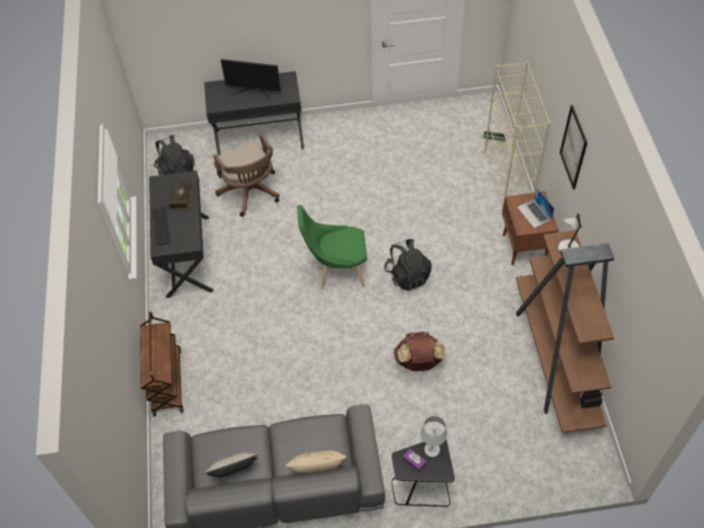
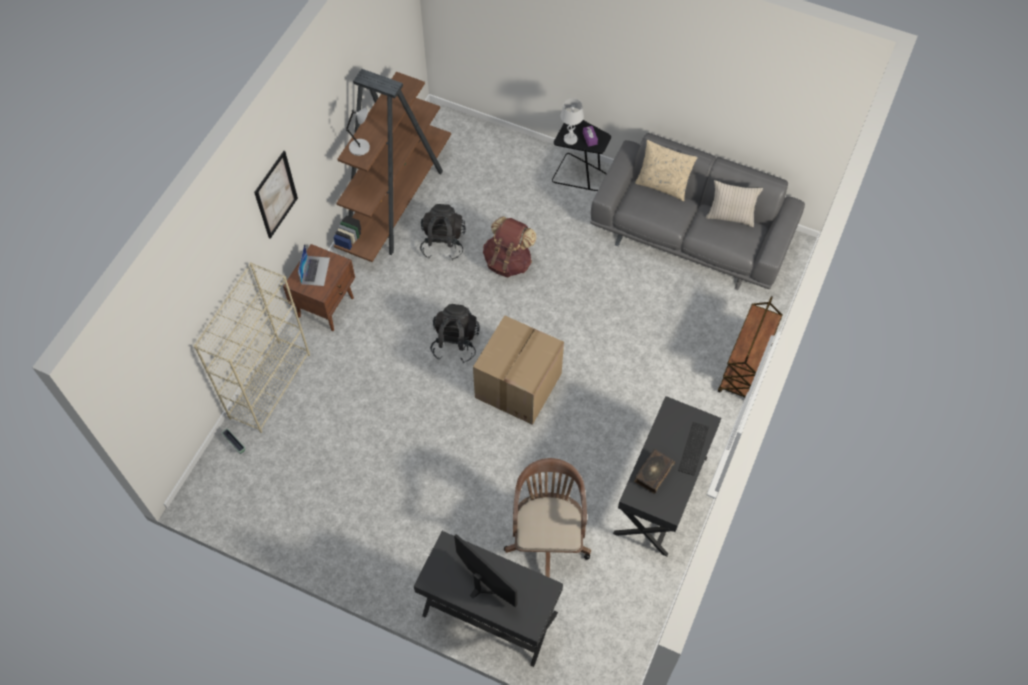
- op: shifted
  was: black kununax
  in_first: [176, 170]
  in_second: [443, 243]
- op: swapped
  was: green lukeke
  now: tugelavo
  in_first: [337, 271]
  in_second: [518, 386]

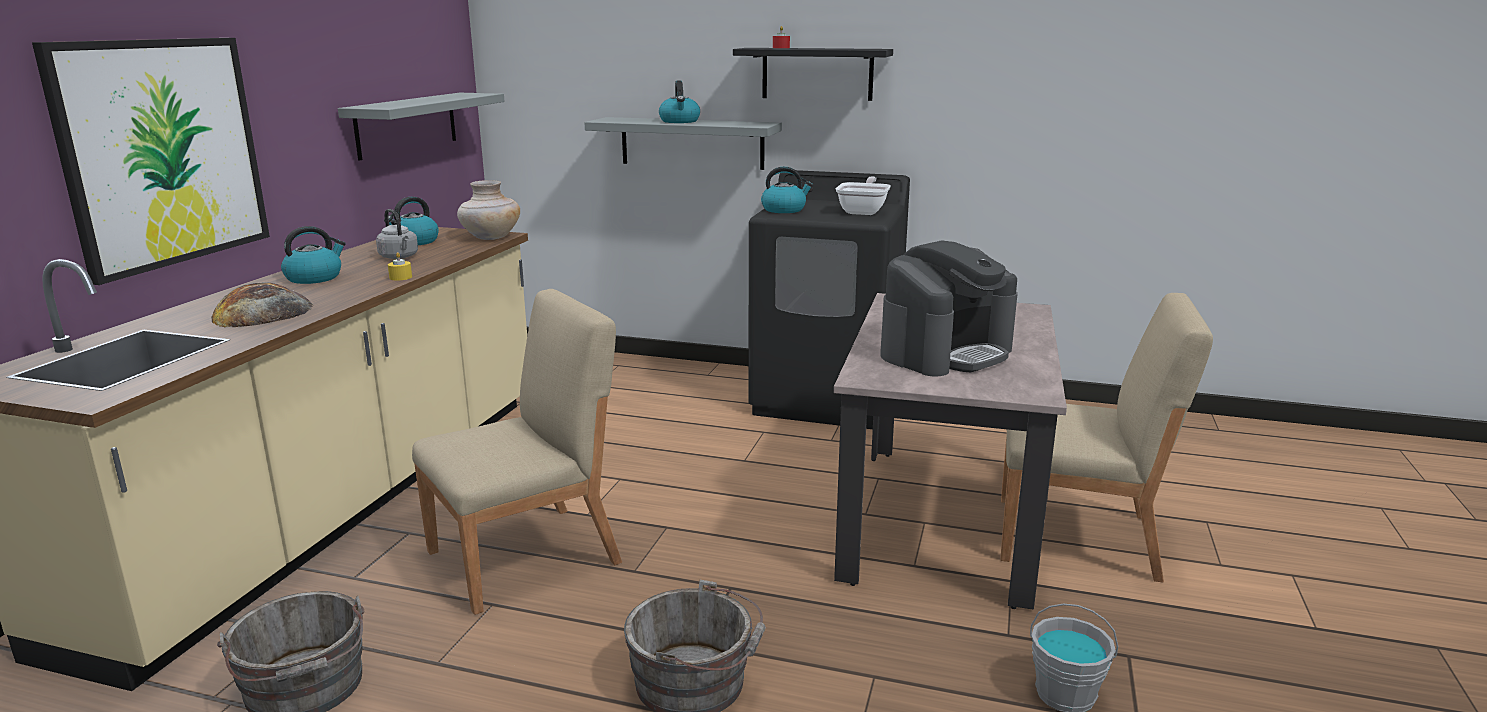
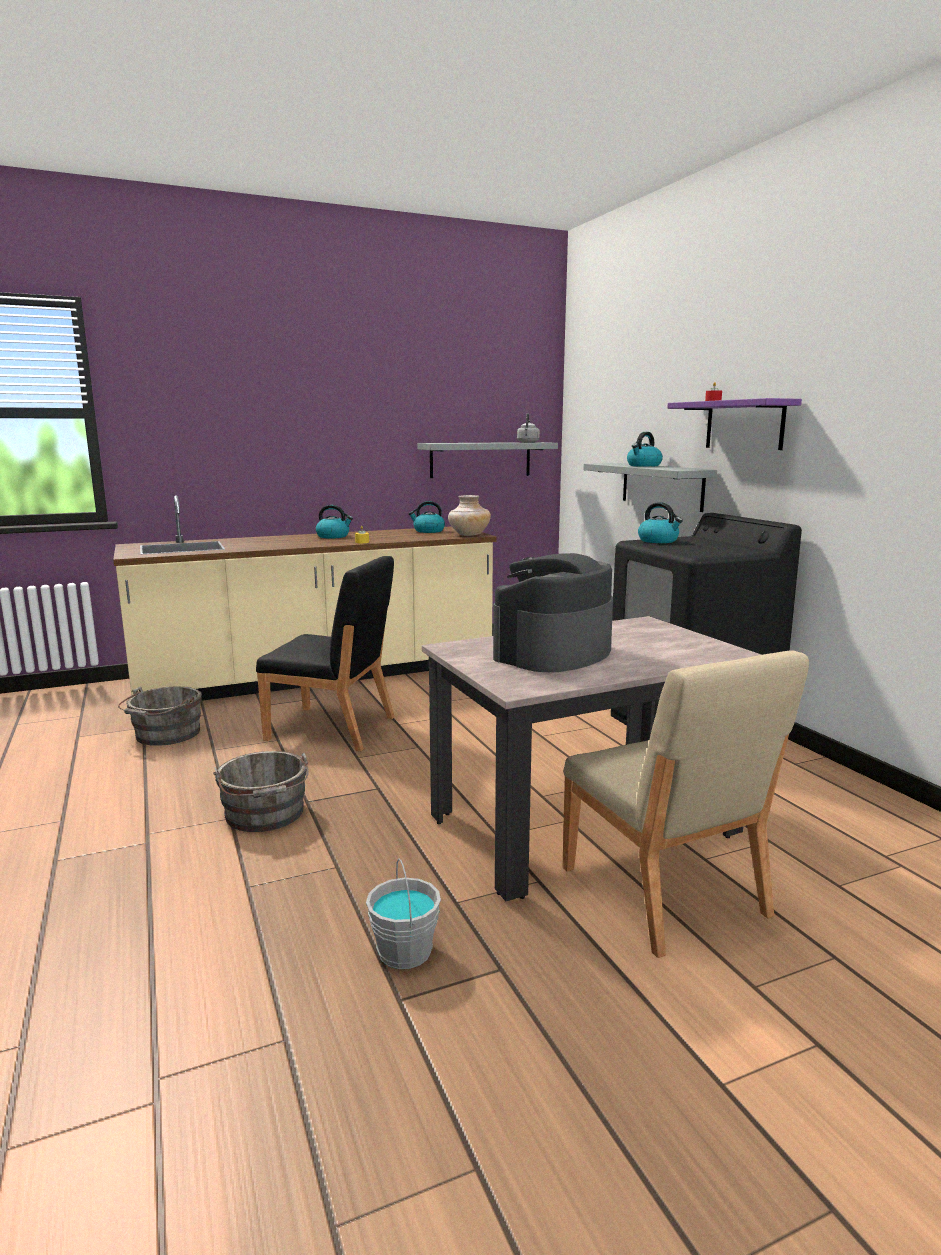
- op: gone
  was: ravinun
  in_first: [163, 153]
- op: repainted
  was: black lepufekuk
  now: purple lepufekuk
  in_first: [817, 74]
  in_second: [744, 425]
- op: gone
  was: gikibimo
  in_first: [864, 211]
- op: shifted
  was: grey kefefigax
  in_first: [399, 257]
  in_second: [528, 442]
- op: rotated
  was: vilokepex
  in_first: [946, 352]
  in_second: [553, 653]
  clockwise: 120
- op: gone
  was: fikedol
  in_first: [263, 313]
- op: repainted
  was: beige lukeke
  now: black lukeke
  in_first: [527, 556]
  in_second: [332, 729]

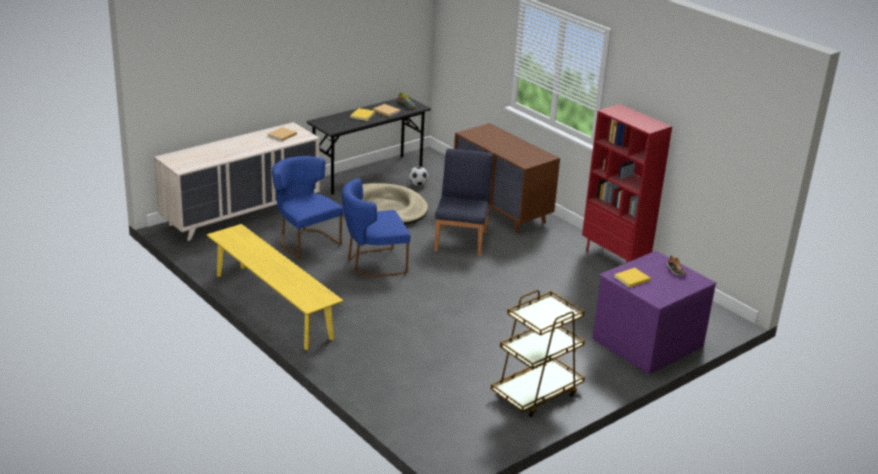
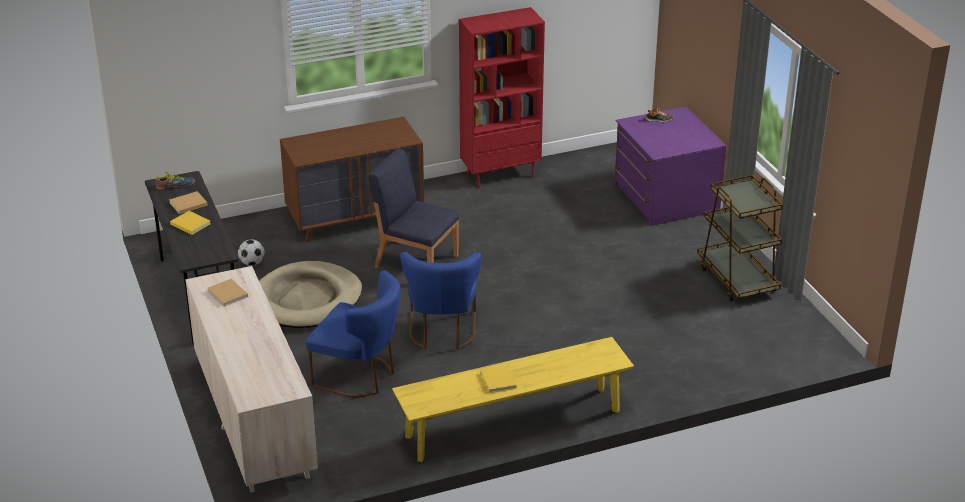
- op: rotated
  was: blue lukeke
  in_first: [305, 241]
  in_second: [360, 376]
  clockwise: -135
- op: shifted
  was: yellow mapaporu
  in_first: [631, 279]
  in_second: [498, 381]

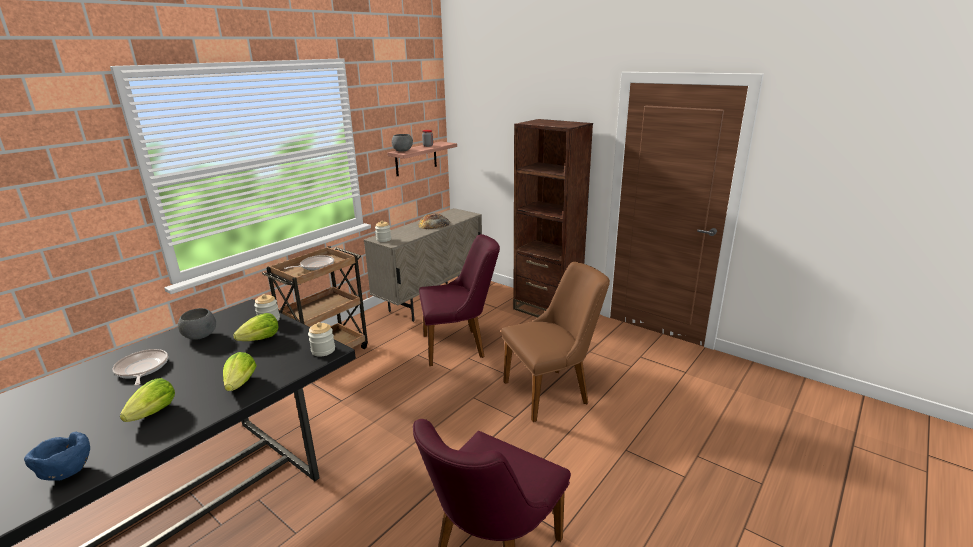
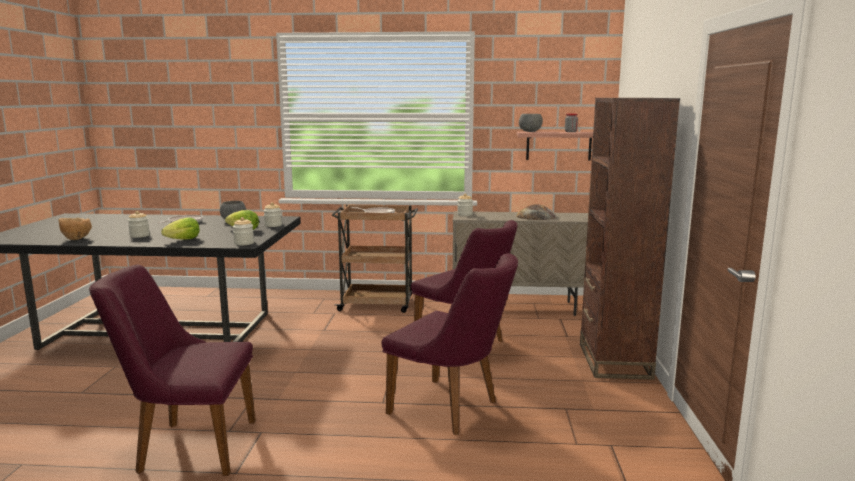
- op: repainted
  was: brown lukeke
  now: purple lukeke
  in_first: [553, 391]
  in_second: [452, 409]
- op: swapped
  was: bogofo
  now: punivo
  in_first: [154, 412]
  in_second: [139, 235]
- op: repainted
  was: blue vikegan
  now: brown vikegan
  in_first: [67, 473]
  in_second: [76, 239]

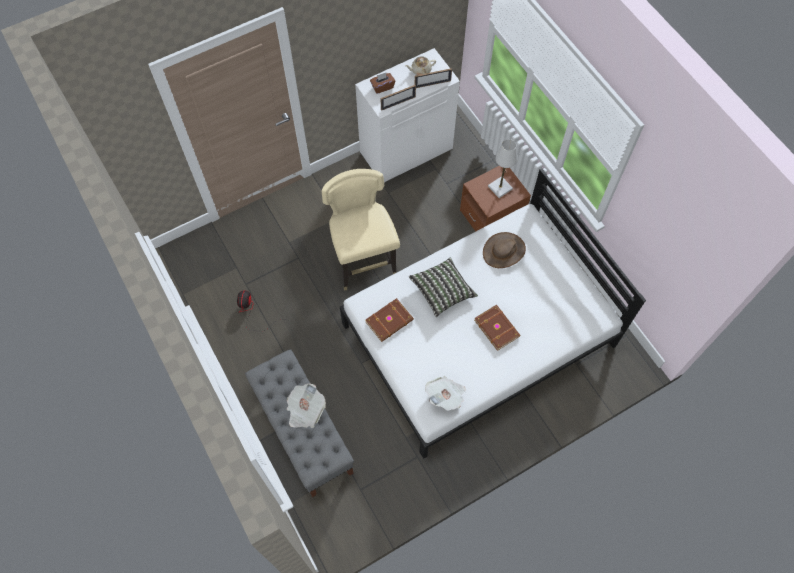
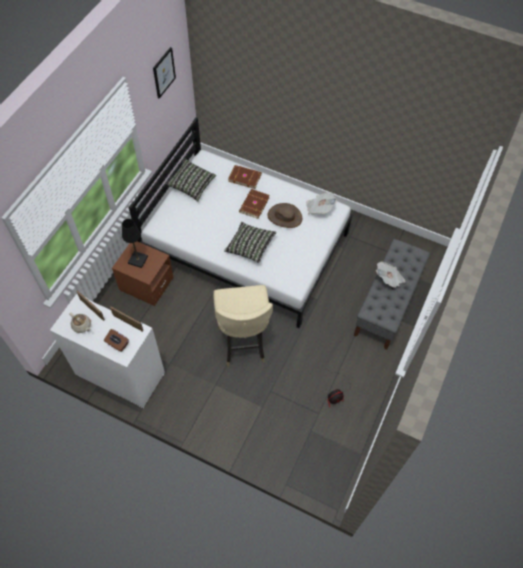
- op: repainted
  was: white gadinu
  now: black gadinu
  in_first: [500, 187]
  in_second: [138, 260]
- op: rotated
  was: beige lukeke
  in_first: [364, 263]
  in_second: [243, 343]
  clockwise: -45
- op: shifted
  was: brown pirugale
  in_first: [504, 251]
  in_second: [284, 217]
- op: shifted
  was: brown mapaporu
  in_first: [390, 321]
  in_second: [244, 177]
- op: new
  now: ravinun
  in_second: [164, 72]
- op: new
  now: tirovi
  in_second: [191, 185]

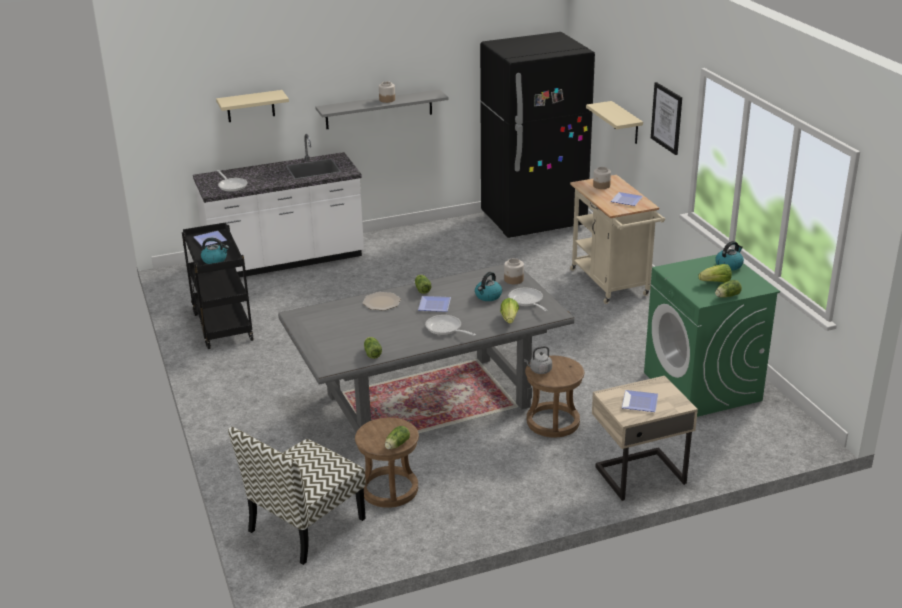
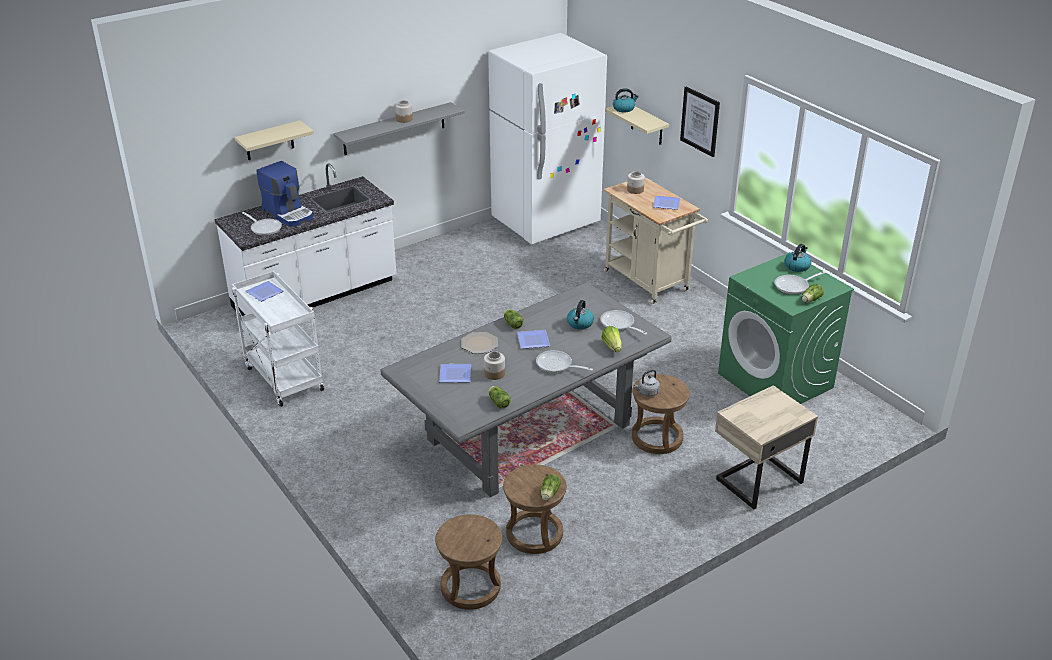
- op: repainted
  was: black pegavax
  now: white pegavax
  in_first: [533, 221]
  in_second: [546, 222]
- op: repainted
  was: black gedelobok
  now: white gedelobok
  in_first: [221, 326]
  in_second: [282, 378]
- op: shifted
  was: kefefigax
  in_first: [215, 260]
  in_second: [624, 108]
- op: shifted
  was: punivo
  in_first: [513, 280]
  in_second: [494, 374]
- op: swapped
  was: bogofo
  now: gikibimo
  in_first: [716, 282]
  in_second: [794, 286]
- op: shifted
  was: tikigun
  in_first: [641, 403]
  in_second: [456, 375]
- op: swapped
  was: lukeke
  now: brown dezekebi
  in_first: [305, 526]
  in_second: [470, 587]
- op: new
  now: vilokepex
  in_second: [289, 213]

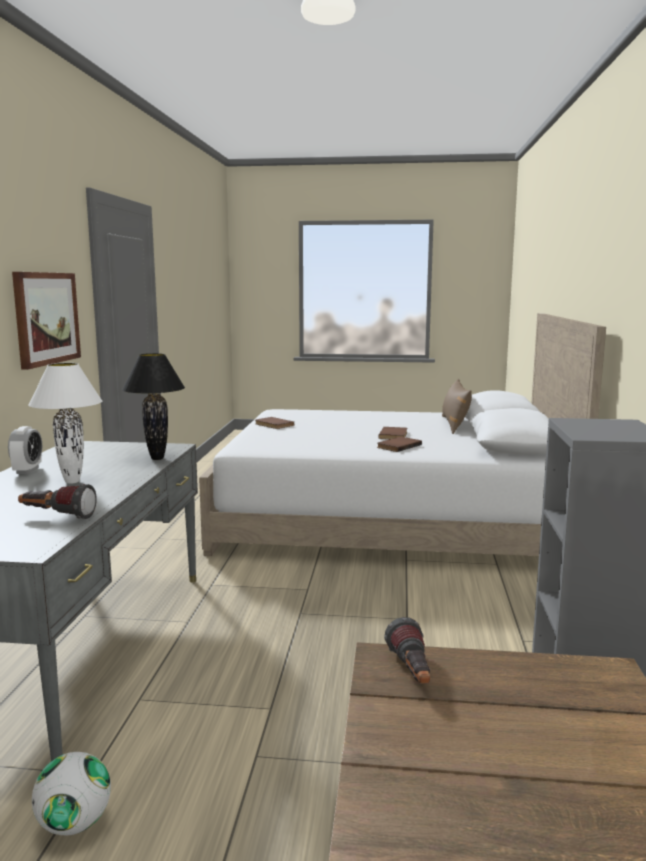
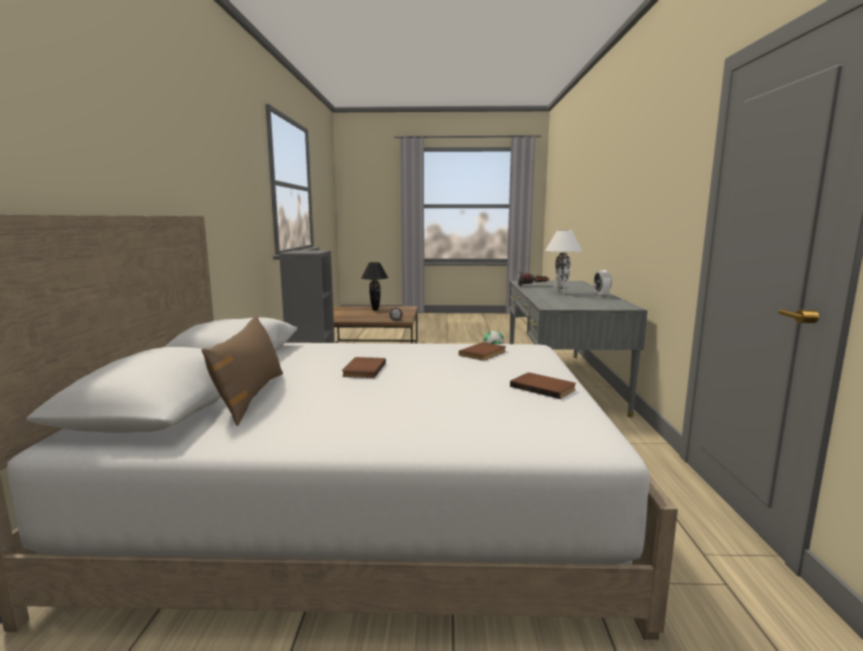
- op: gone
  was: ravinun
  in_first: [46, 318]
- op: shifted
  was: black gadinu
  in_first: [157, 458]
  in_second: [375, 309]
- op: shifted
  was: brown mapaporu
  in_first: [397, 446]
  in_second: [484, 353]

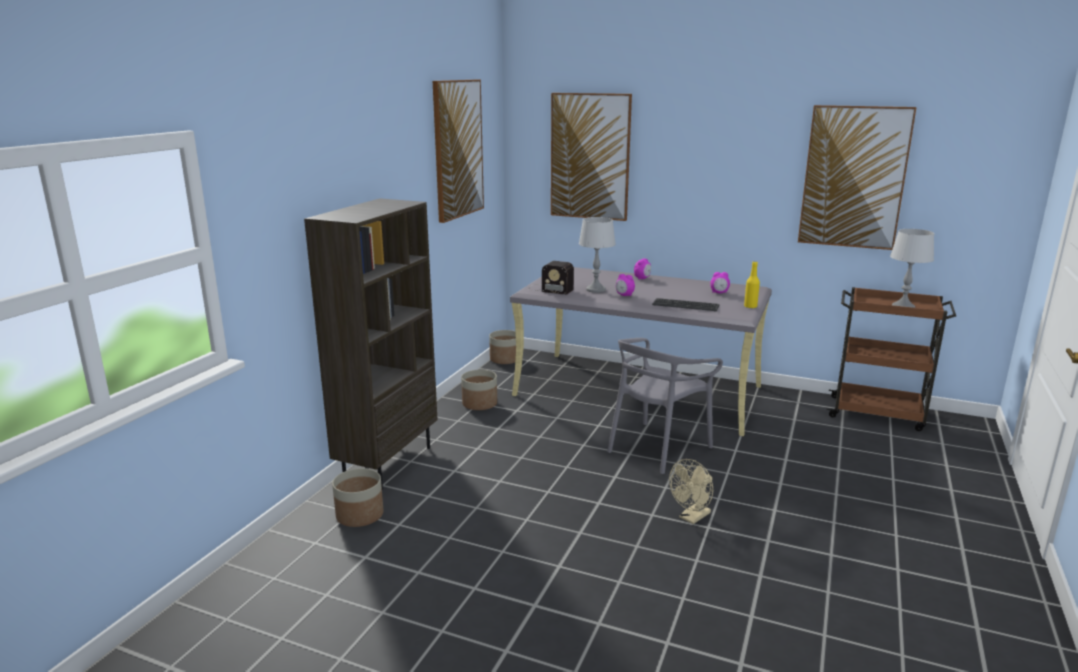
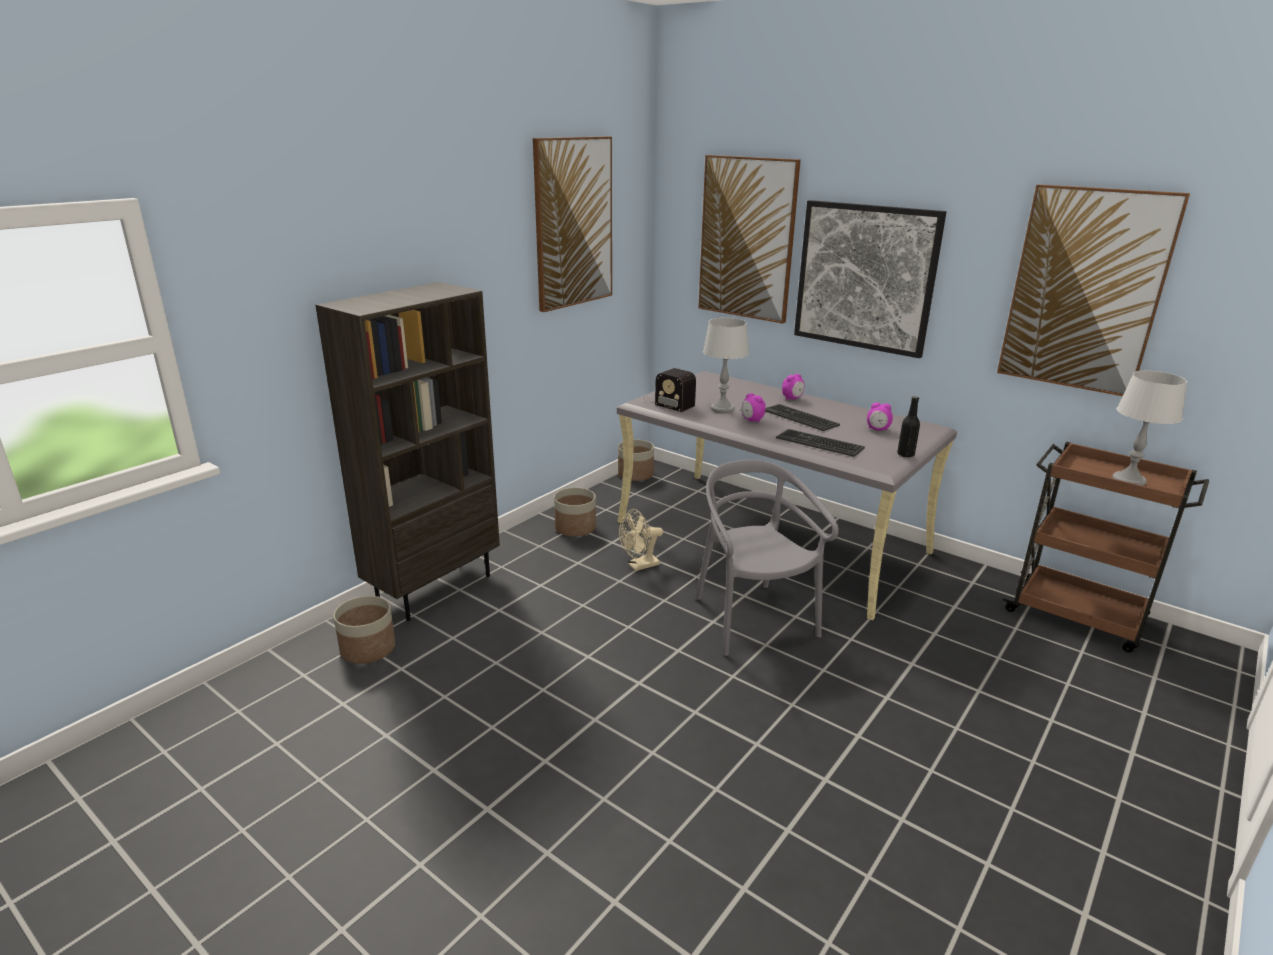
- op: repainted
  was: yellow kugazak
  now: black kugazak
  in_first: [750, 306]
  in_second: [905, 454]
- op: rotated
  was: grey lukeke
  in_first: [657, 448]
  in_second: [752, 619]
  clockwise: 105
- op: shifted
  was: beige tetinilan
  in_first: [692, 518]
  in_second: [639, 566]
- op: new
  now: ravinun
  in_second: [865, 277]
- op: new
  now: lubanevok
  in_second: [800, 418]

